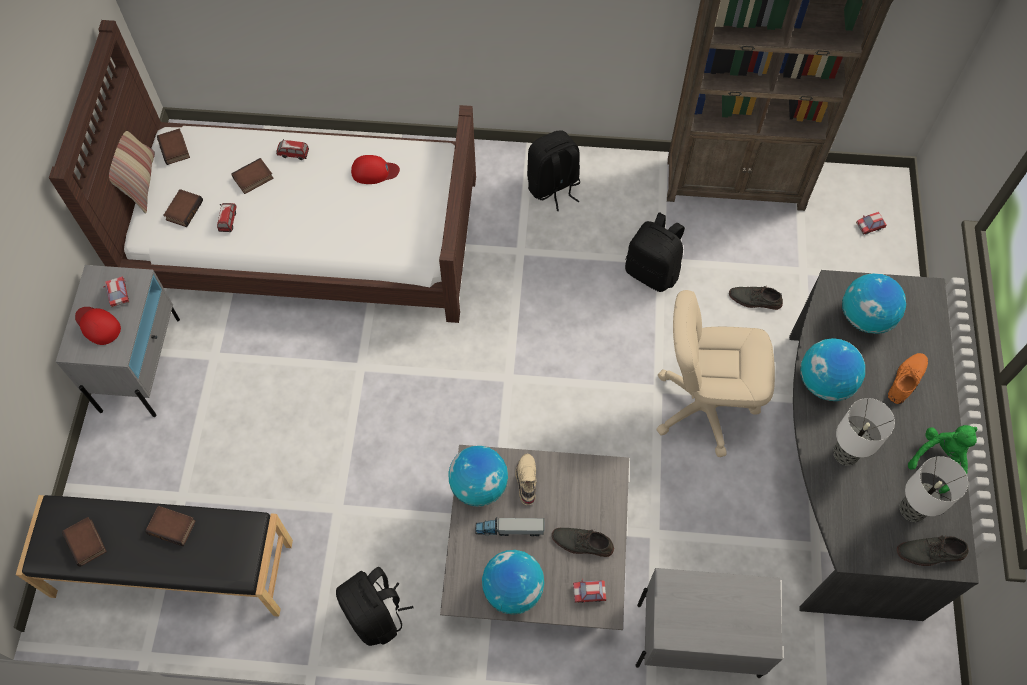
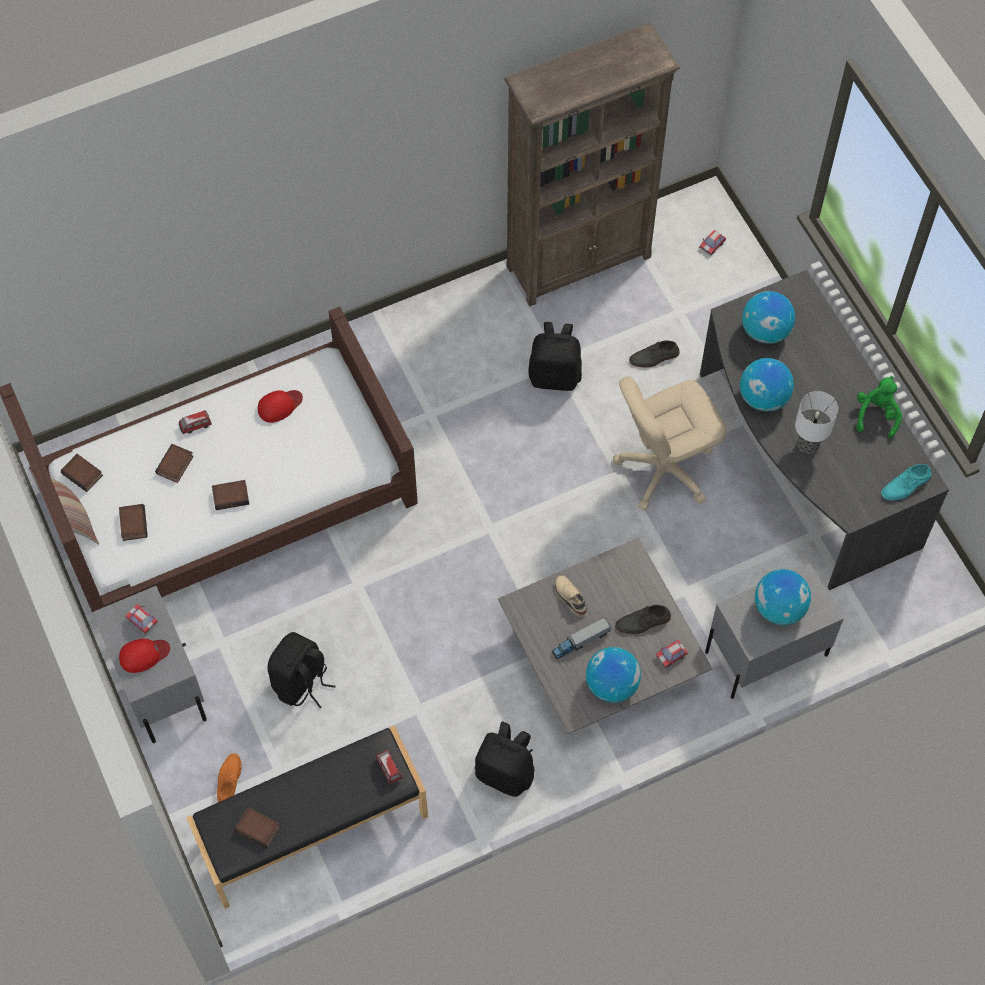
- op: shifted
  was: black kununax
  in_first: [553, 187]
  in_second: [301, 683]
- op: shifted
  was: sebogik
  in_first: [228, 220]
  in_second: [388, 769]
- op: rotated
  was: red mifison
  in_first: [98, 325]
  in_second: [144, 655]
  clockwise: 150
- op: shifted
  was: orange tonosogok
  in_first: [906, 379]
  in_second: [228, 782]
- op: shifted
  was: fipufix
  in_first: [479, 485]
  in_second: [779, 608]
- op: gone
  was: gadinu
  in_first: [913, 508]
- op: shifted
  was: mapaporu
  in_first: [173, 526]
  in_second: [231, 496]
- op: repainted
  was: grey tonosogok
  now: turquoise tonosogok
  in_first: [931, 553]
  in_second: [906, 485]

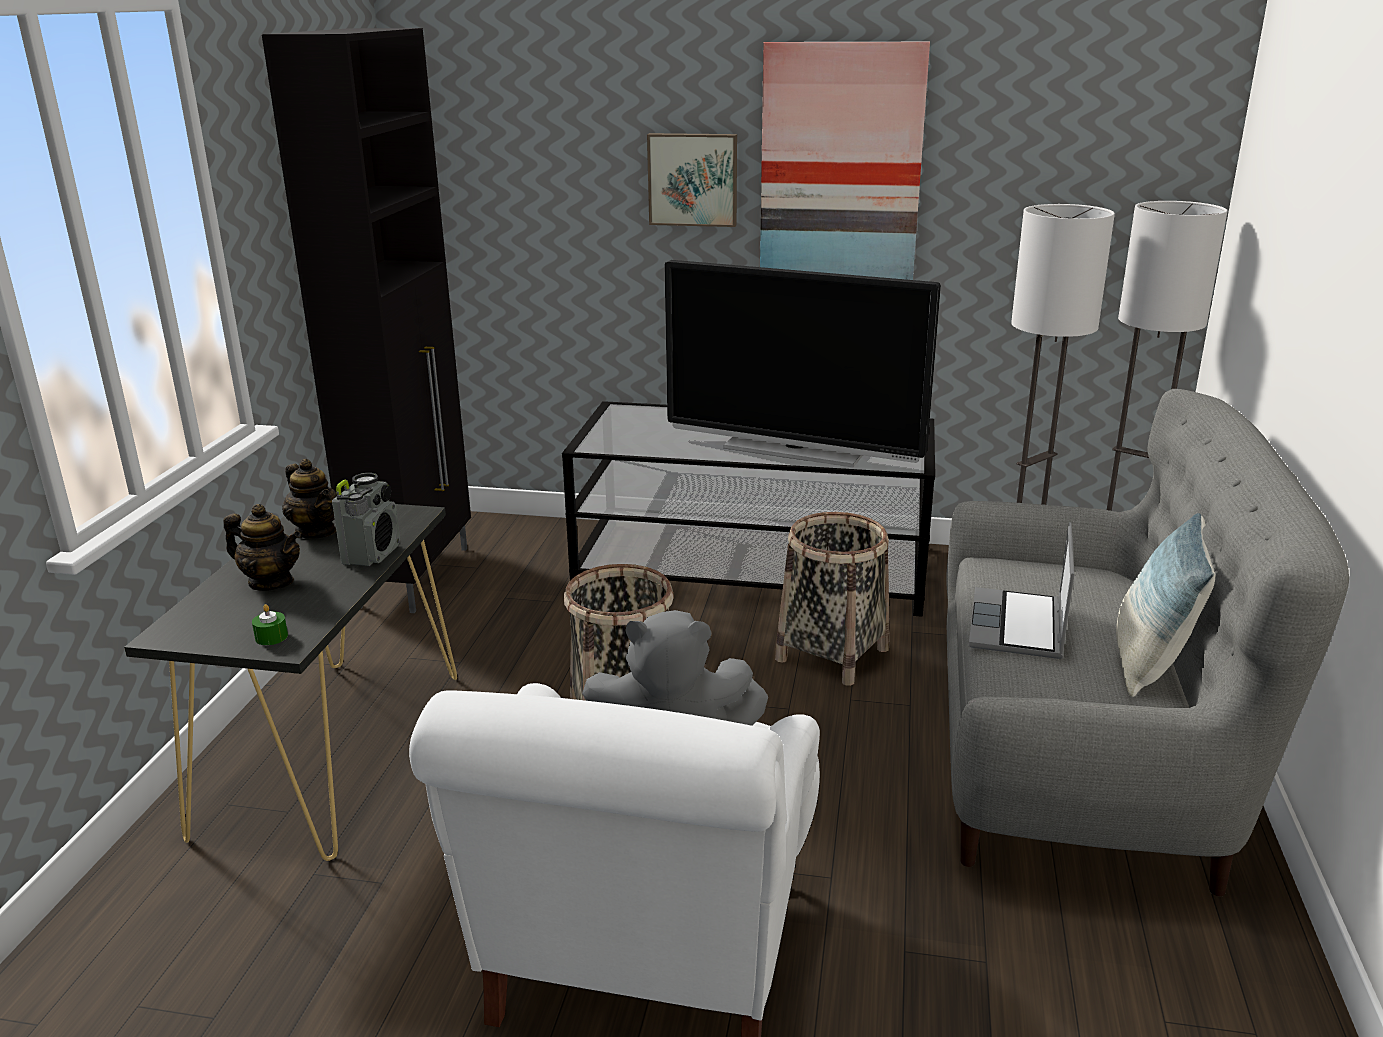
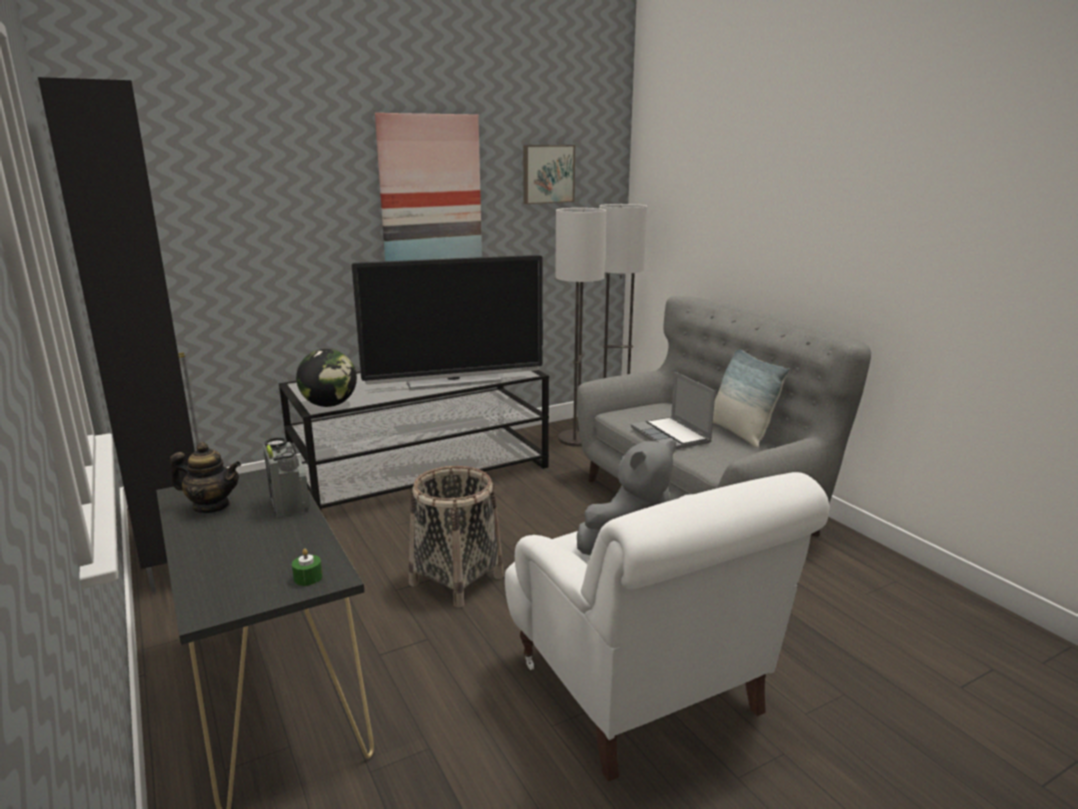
- op: shifted
  was: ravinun
  in_first: [693, 179]
  in_second: [547, 174]
- op: gone
  was: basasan
  in_first: [271, 582]
- op: gone
  was: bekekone
  in_first: [833, 654]
- op: new
  now: fipufix
  in_second: [329, 405]

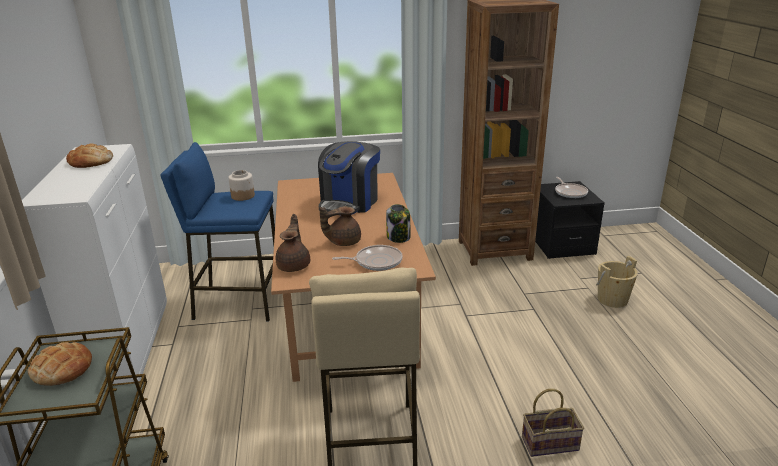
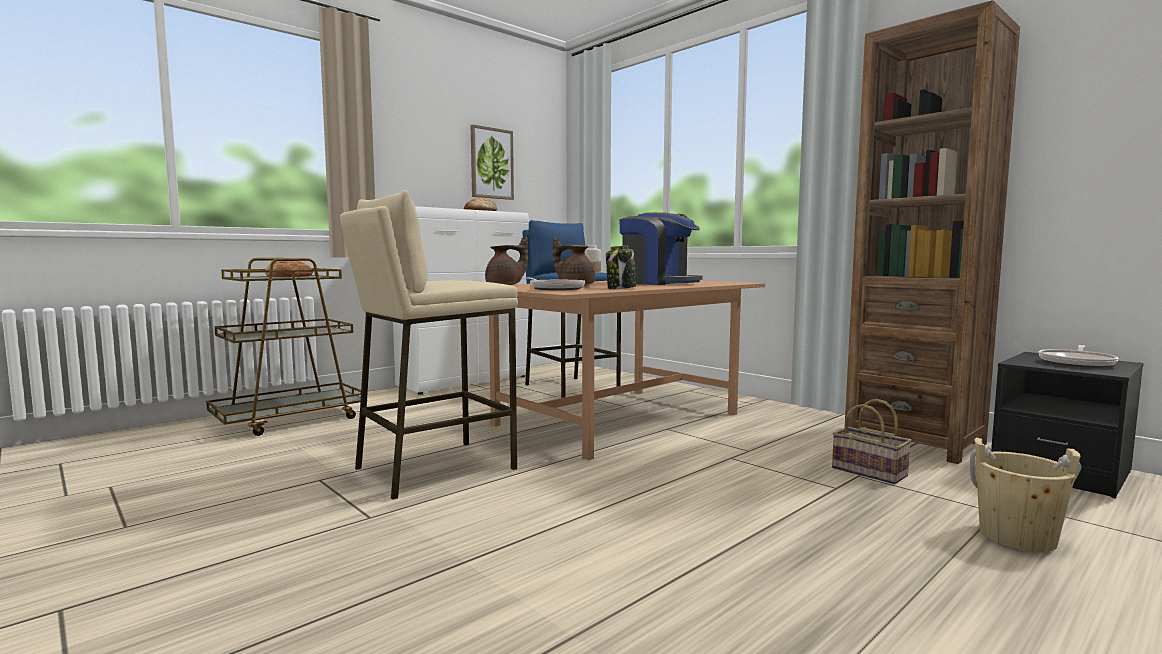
- op: rotated
  was: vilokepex
  in_first: [349, 203]
  in_second: [658, 283]
  clockwise: -135
- op: shifted
  was: bekekone
  in_first: [551, 442]
  in_second: [871, 472]
- op: new
  now: ravinun
  in_second: [491, 163]

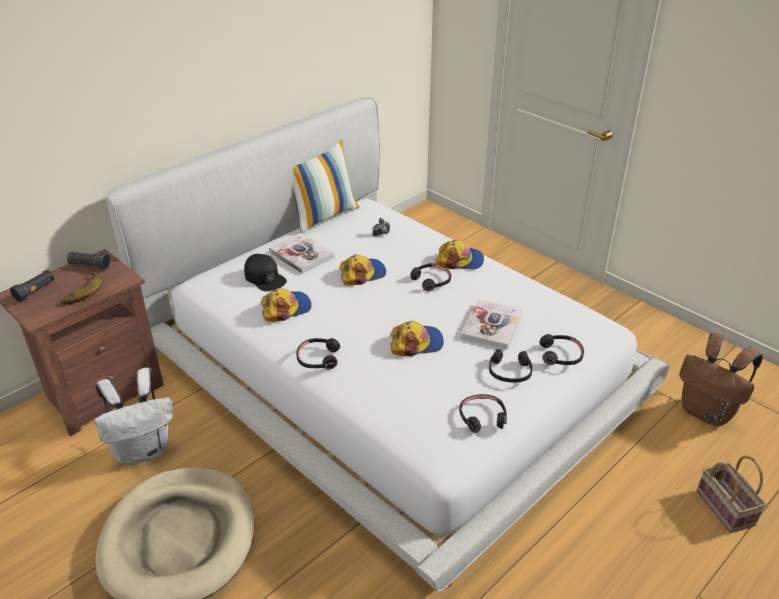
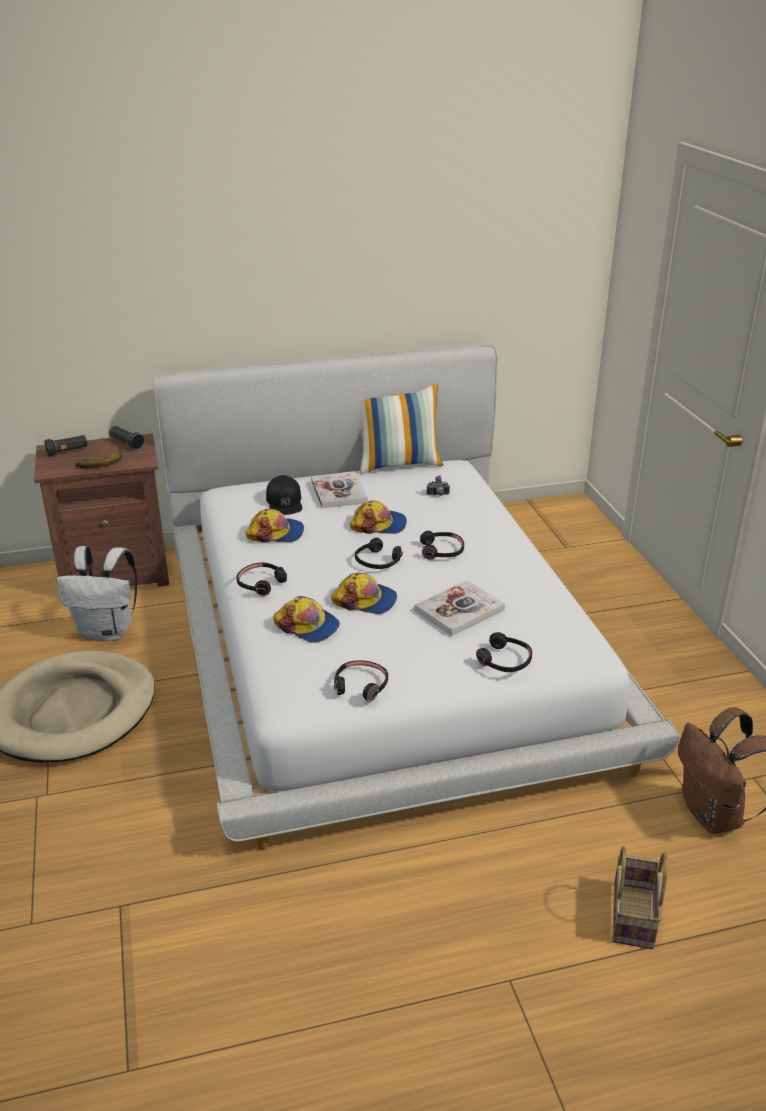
- op: shifted
  was: mifison
  in_first: [460, 260]
  in_second: [307, 626]
- op: shifted
  was: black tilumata
  in_first: [509, 372]
  in_second: [378, 561]

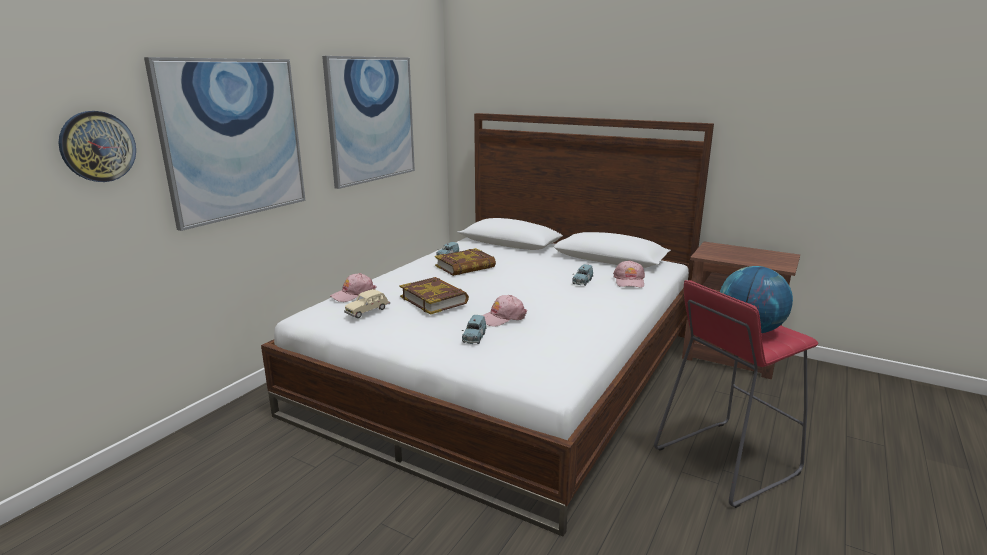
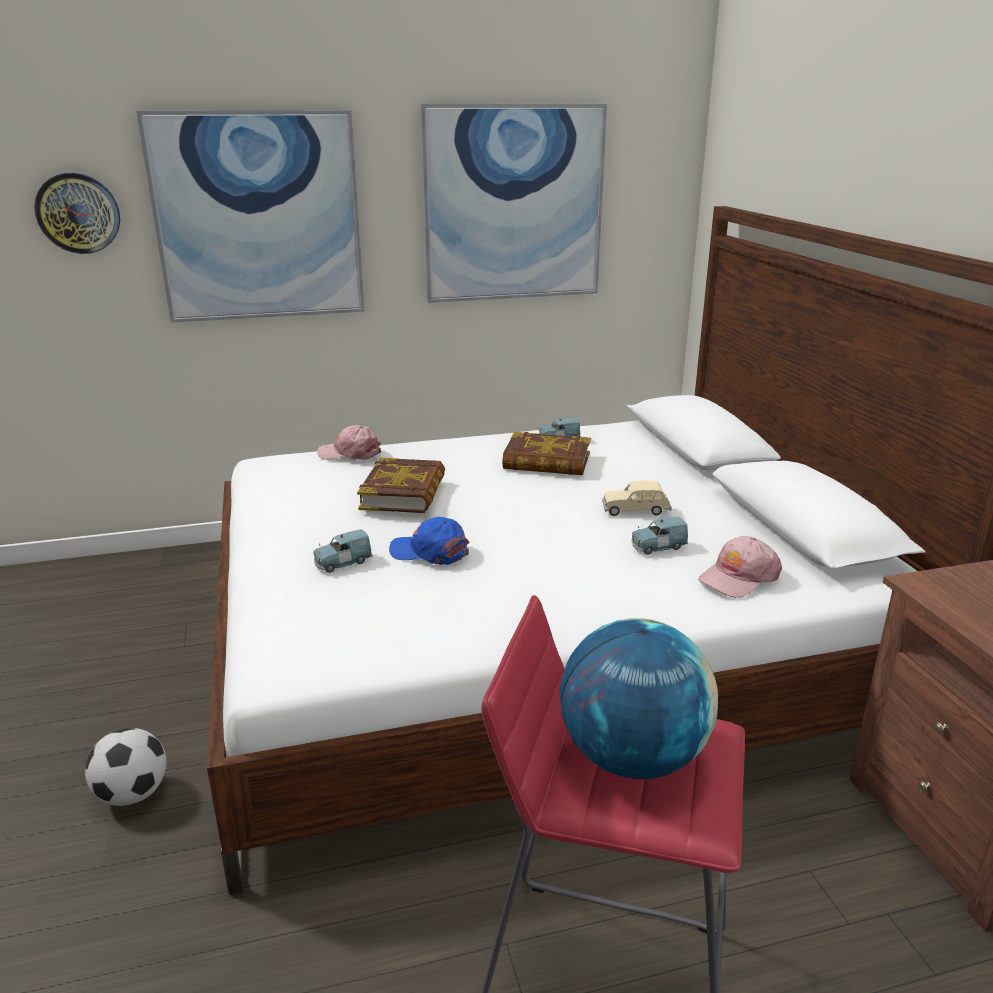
- op: shifted
  was: beige sebogik
  in_first: [368, 311]
  in_second: [635, 511]
- op: repainted
  was: pink mifison
  now: blue mifison
  in_first: [502, 318]
  in_second: [430, 551]
- op: new
  now: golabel
  in_second: [133, 794]

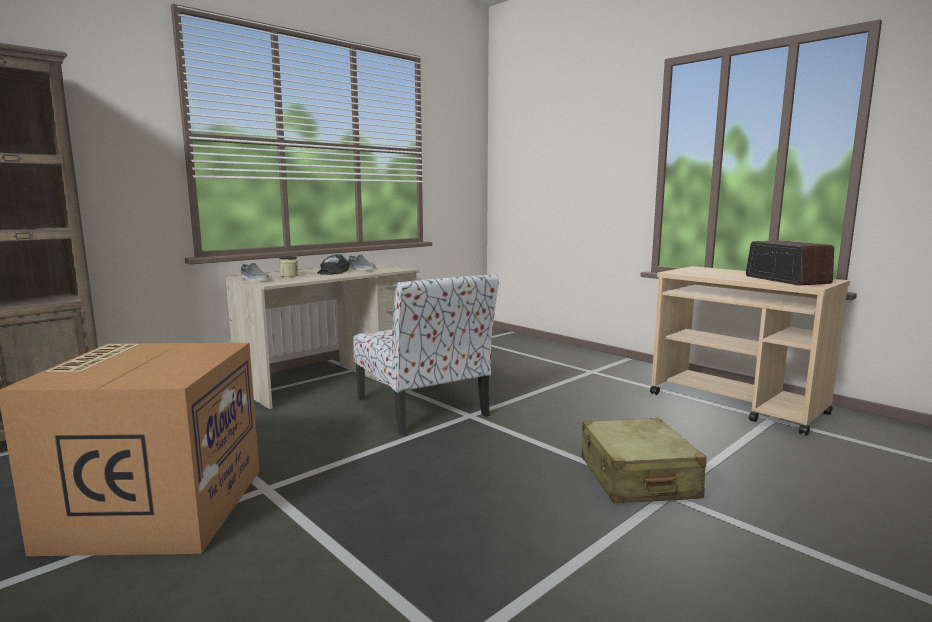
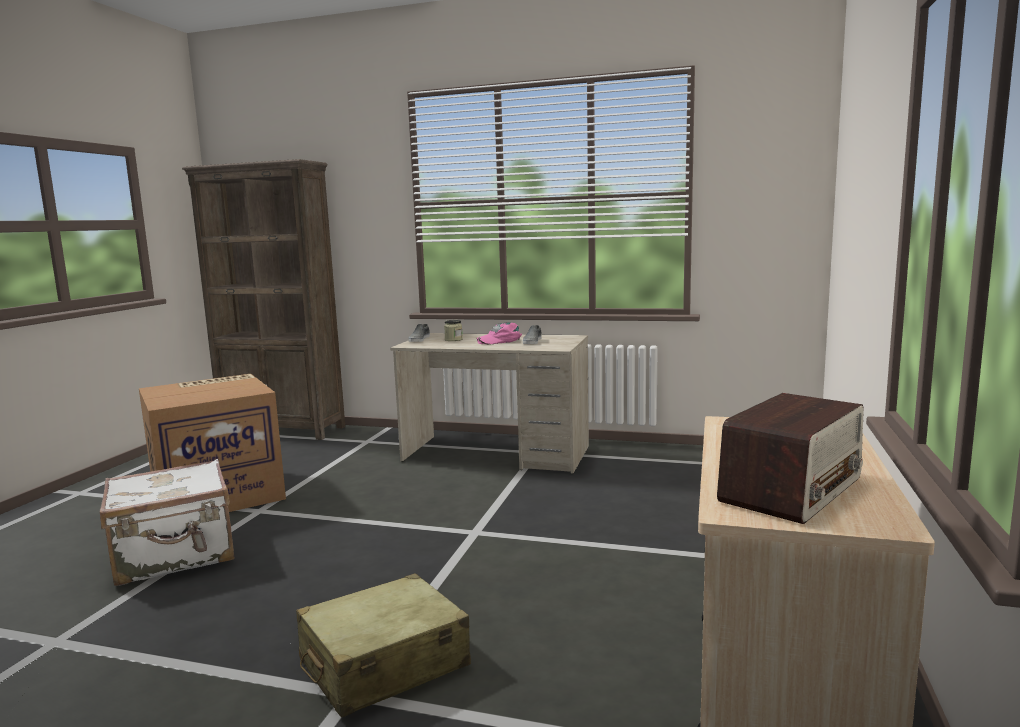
- op: repainted
  was: black mifison
  now: pink mifison
  in_first: [333, 271]
  in_second: [500, 340]
- op: gone
  was: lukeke
  in_first: [423, 408]
- op: new
  now: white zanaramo
  in_second: [176, 556]

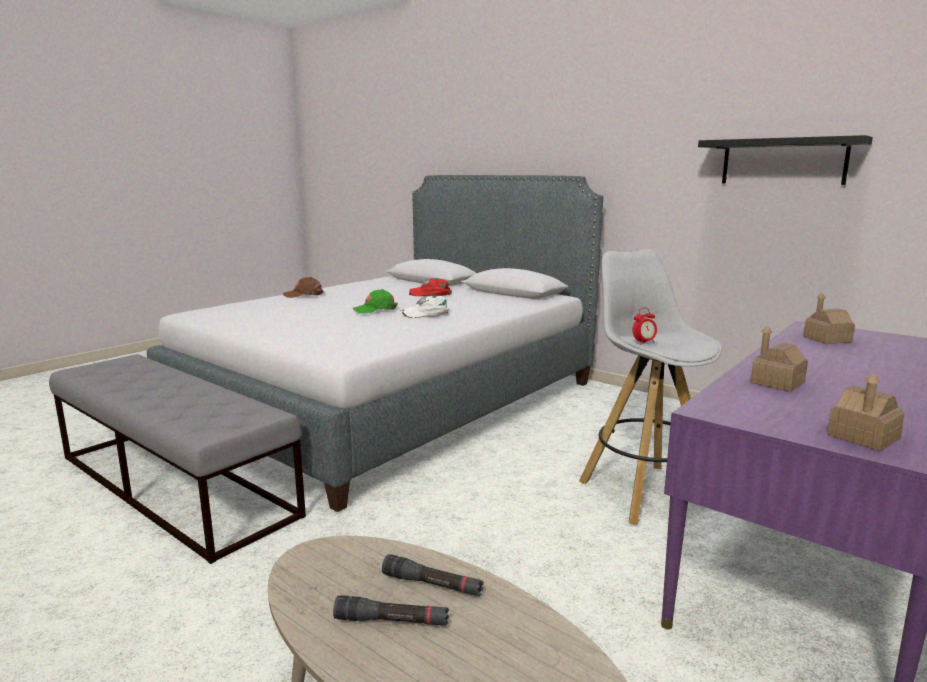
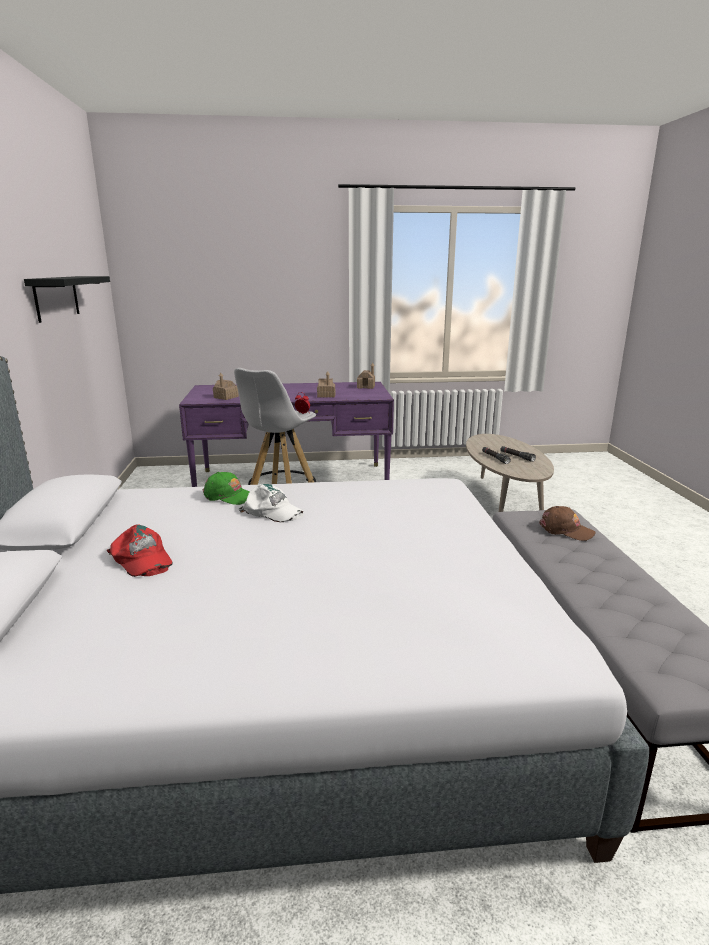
- op: shifted
  was: brown mifison
  in_first: [304, 295]
  in_second: [565, 530]
- op: shifted
  was: green mifison
  in_first: [375, 309]
  in_second: [229, 496]

